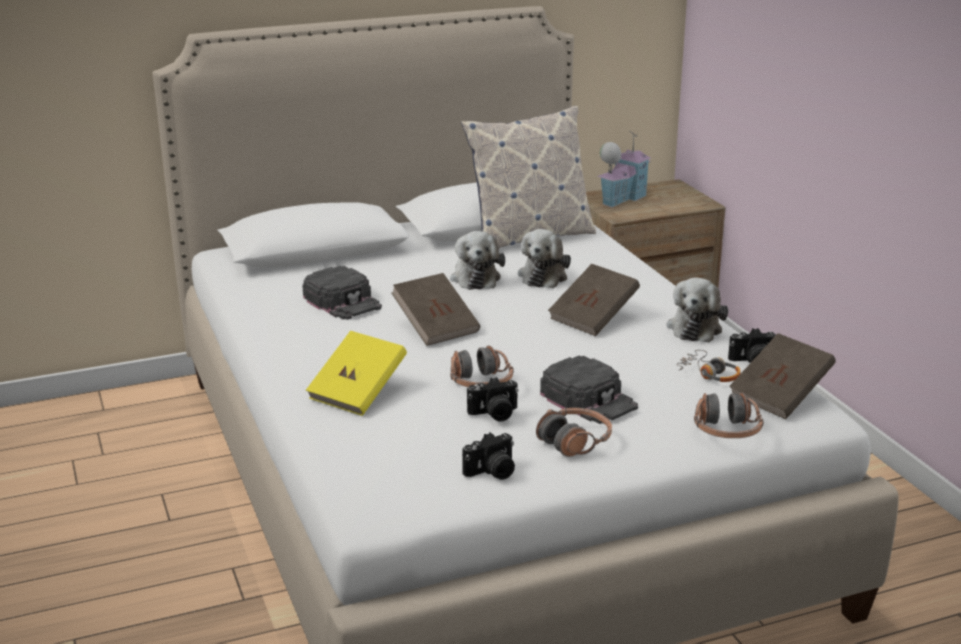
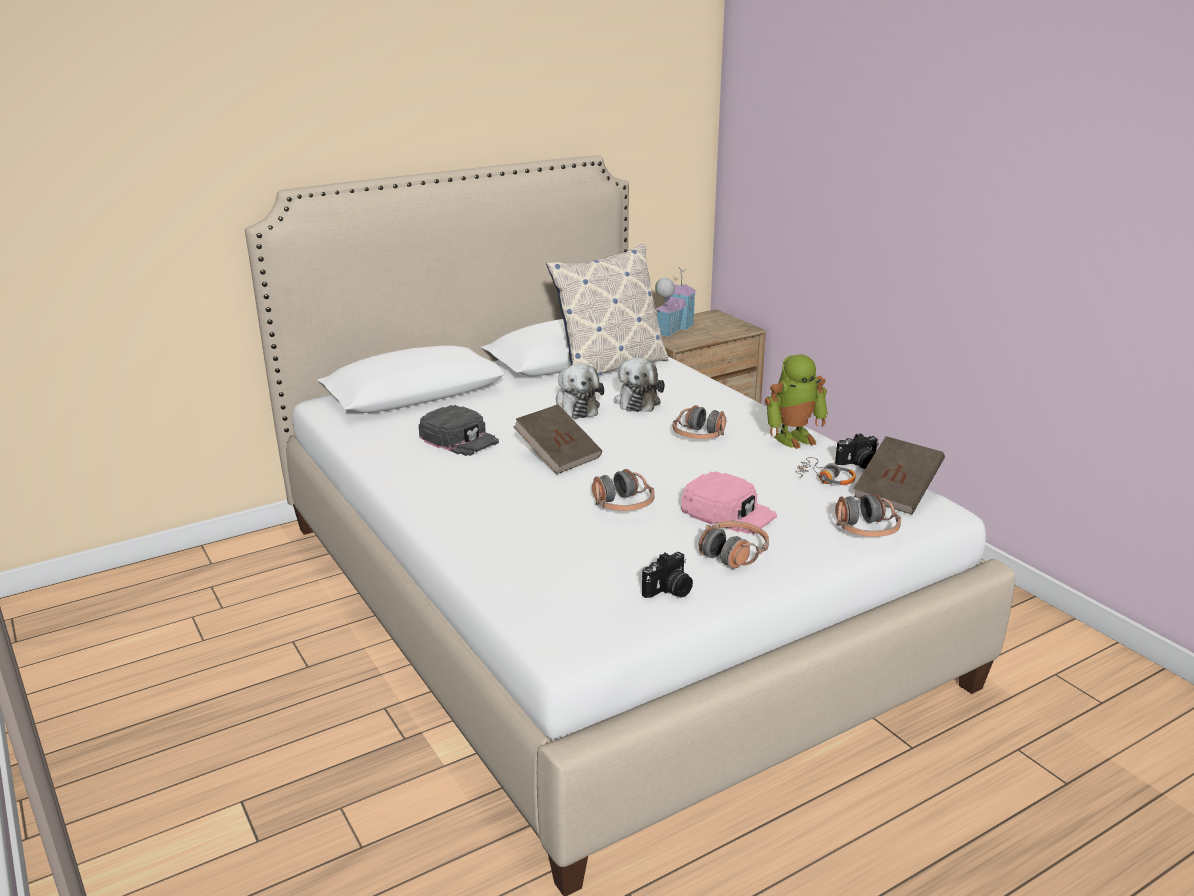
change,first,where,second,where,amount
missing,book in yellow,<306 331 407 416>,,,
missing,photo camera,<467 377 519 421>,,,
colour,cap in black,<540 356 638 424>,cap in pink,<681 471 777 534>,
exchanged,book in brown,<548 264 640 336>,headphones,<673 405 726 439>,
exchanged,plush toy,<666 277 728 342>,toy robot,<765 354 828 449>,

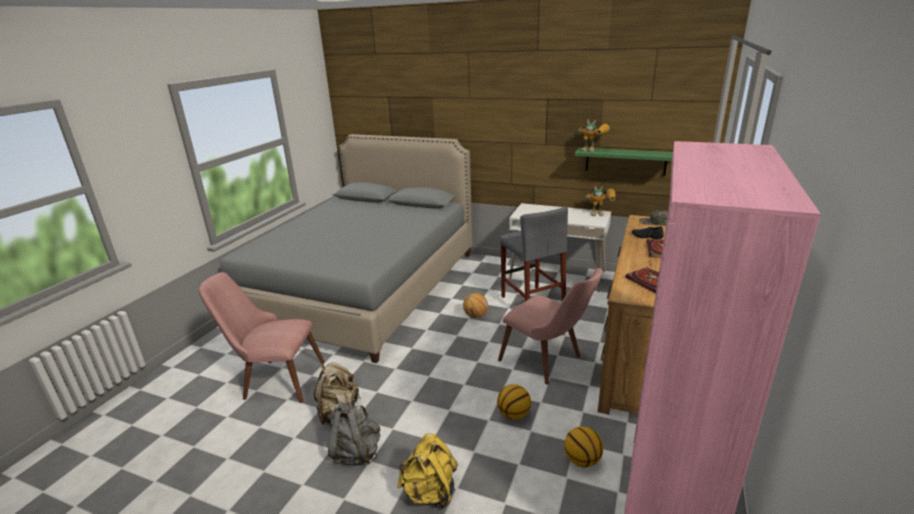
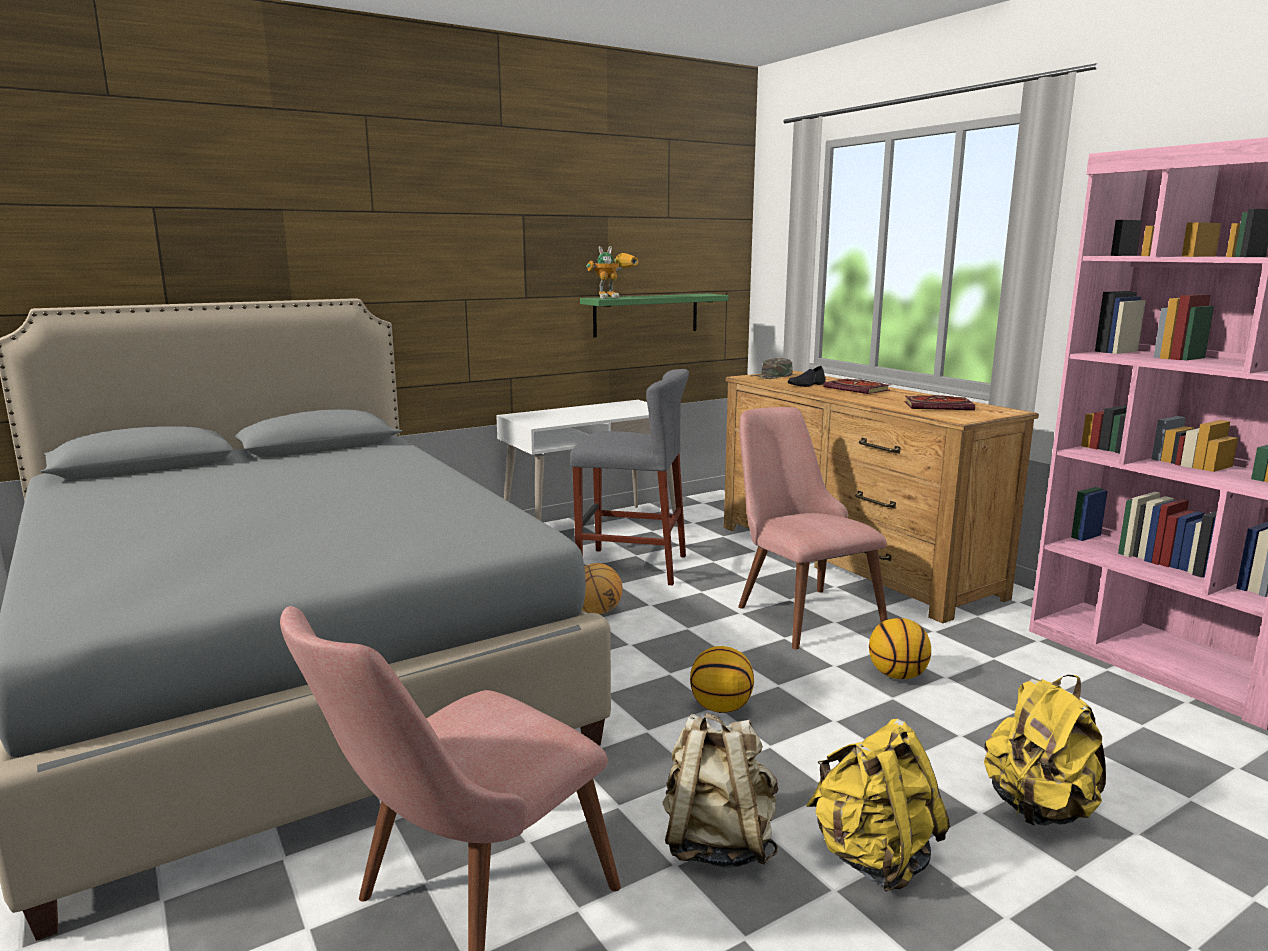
change,first,where,second,where,amount
colour,backpack in grey,<328 402 381 466>,backpack in yellow,<806 719 950 892>,
spun,chair in pink,<498 268 602 385>,,<738 407 888 649>,105 degrees counterclockwise
relocated,basketball,<564 426 603 468>,,<690 646 754 713>,
missing,toy robot,<586 186 616 216>,,,

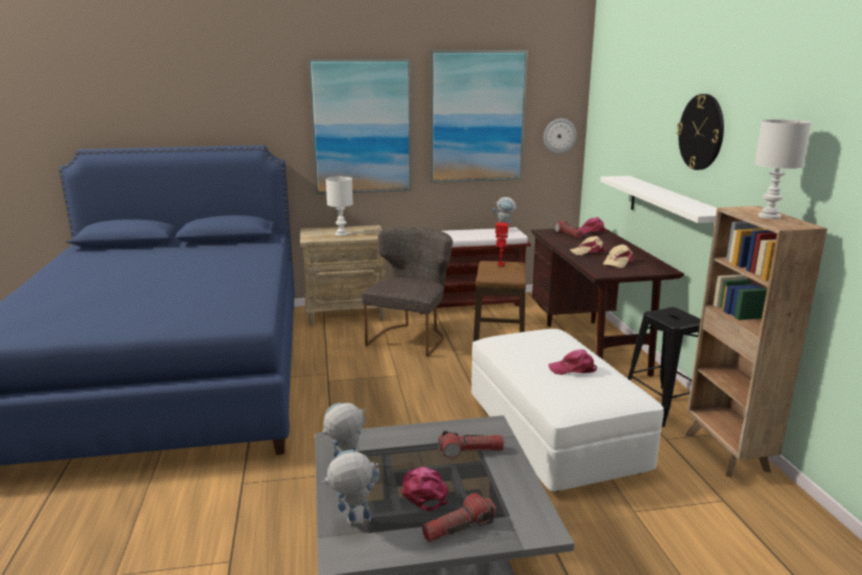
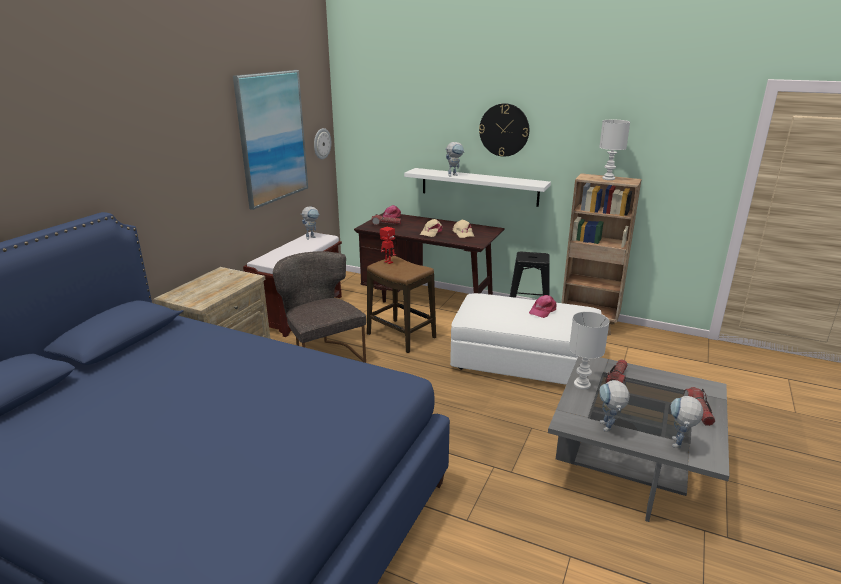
change,first,where,second,where,amount
missing,picture,<308 59 412 194>,,,
relocated,table lamp in white,<326 177 353 236>,,<569 311 610 389>,
missing,cap in pink,<402 467 449 510>,,,
appeared,,,toy robot,<445 142 464 177>,

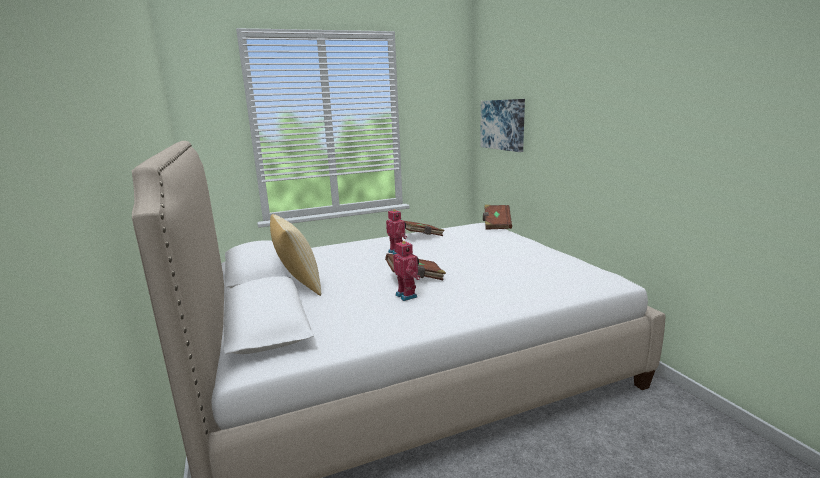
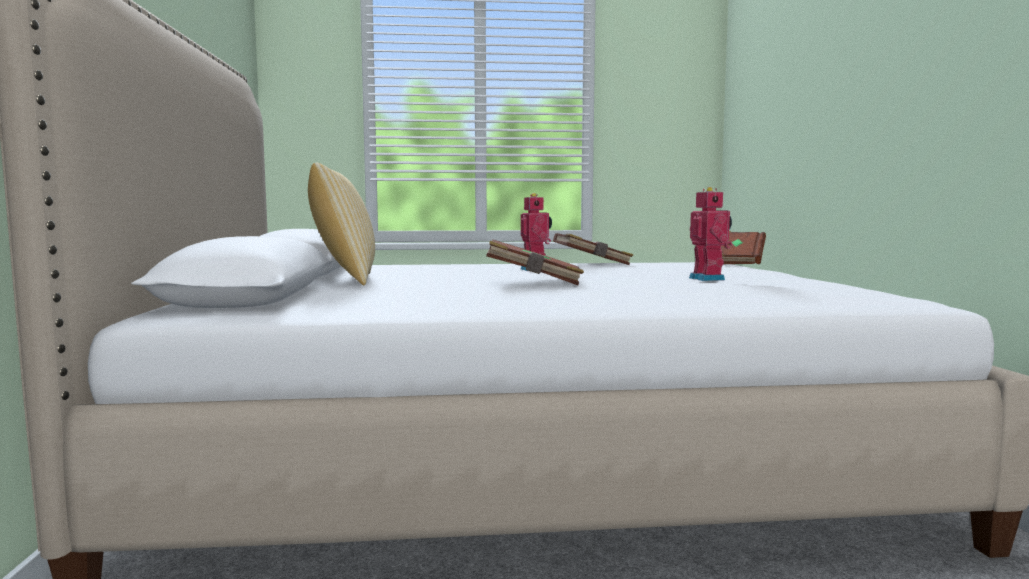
change,first,where,second,where,amount
relocated,toy robot,<393 240 420 301>,,<689 187 733 281>,
missing,picture,<480 99 525 152>,,,

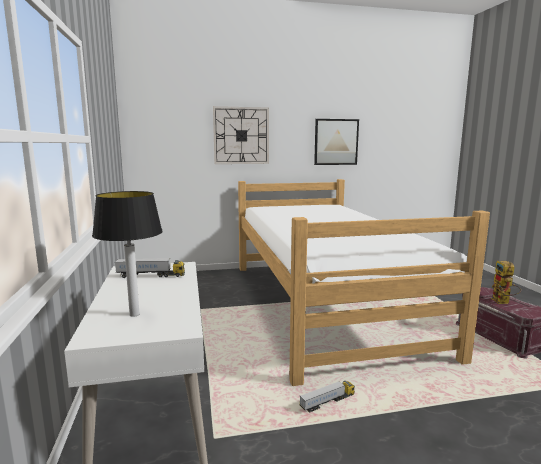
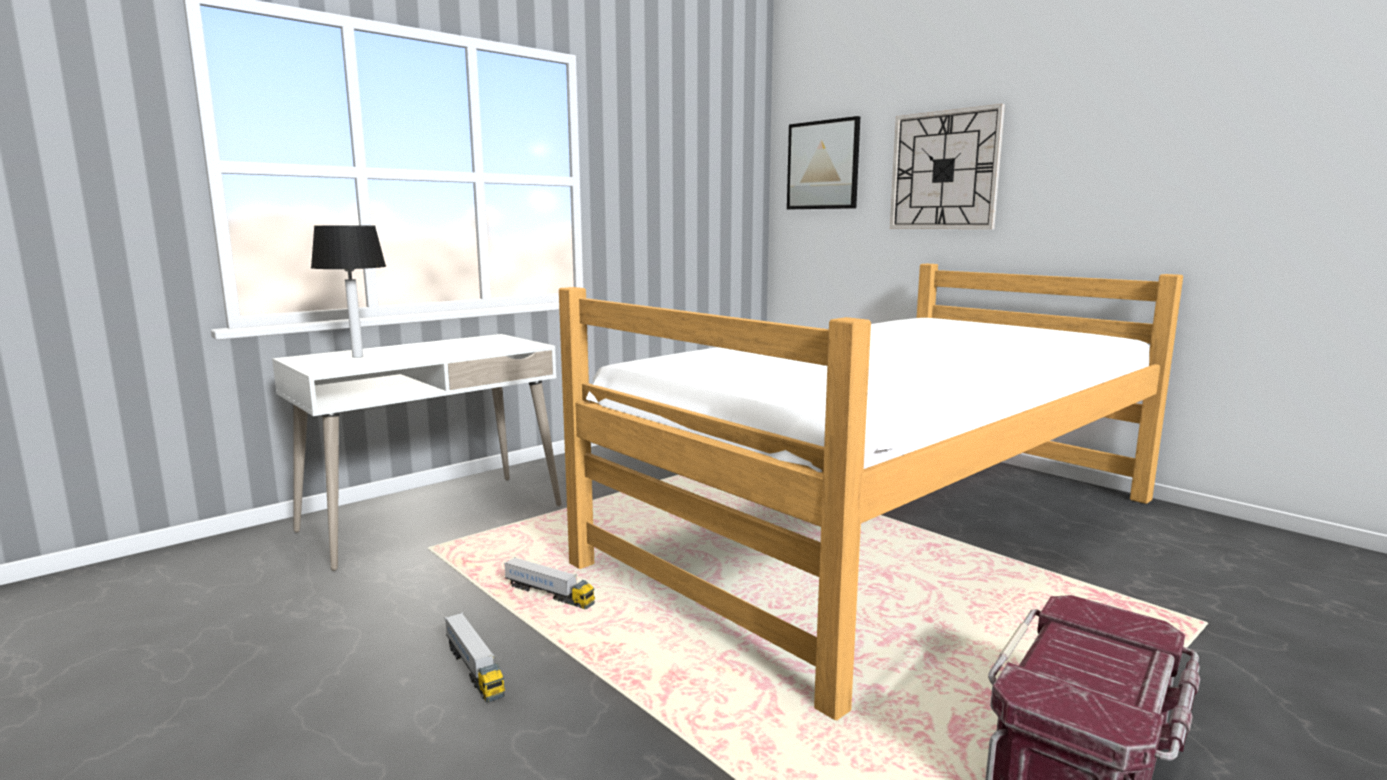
change,first,where,second,where,amount
relocated,toy truck,<115 258 185 278>,,<444 612 505 702>,
relocated,picture,<314 119 359 165>,,<787 116 860 209>,
missing,toy robot,<491 261 521 304>,,,

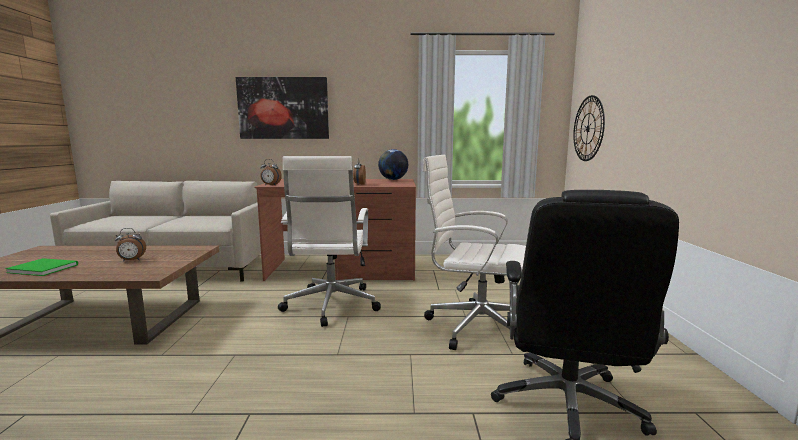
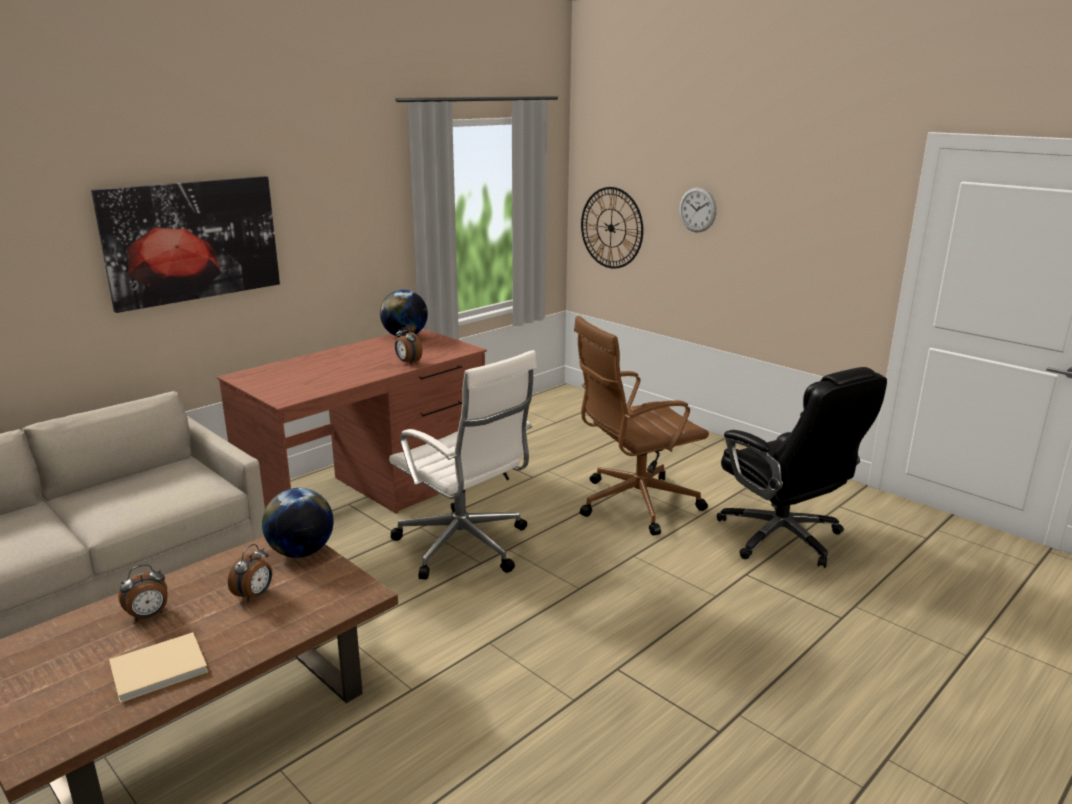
change,first,where,second,where,amount
colour,book in green,<5 258 78 276>,book in beige,<109 632 208 703>,
relocated,alarm clock,<260 159 282 186>,,<118 564 168 621>,
colour,office chair in white,<422 155 527 352>,office chair in brown,<574 316 709 535>,
appeared,,,globe,<262 488 334 558>,
appeared,,,wall clock,<679 187 717 232>,

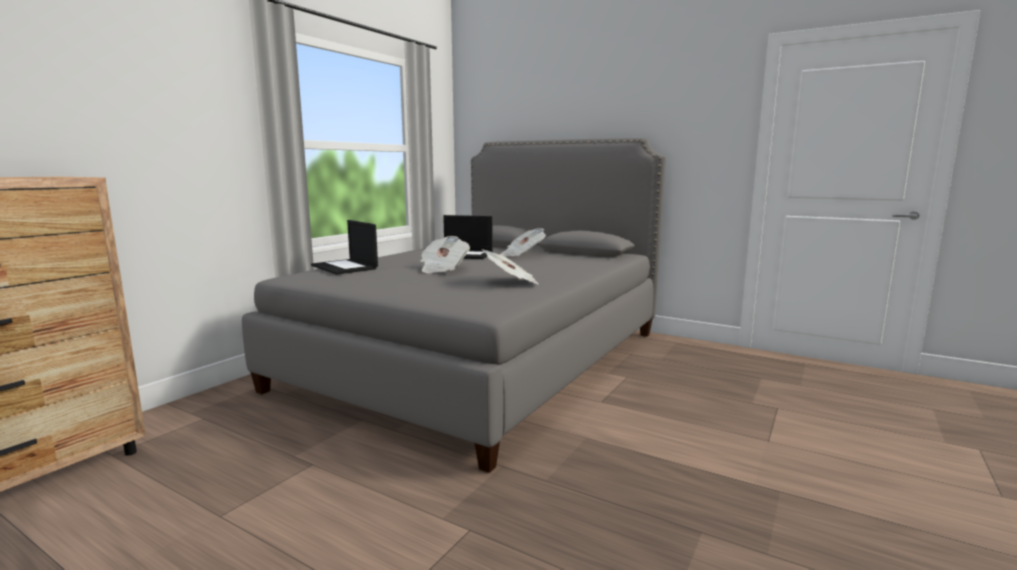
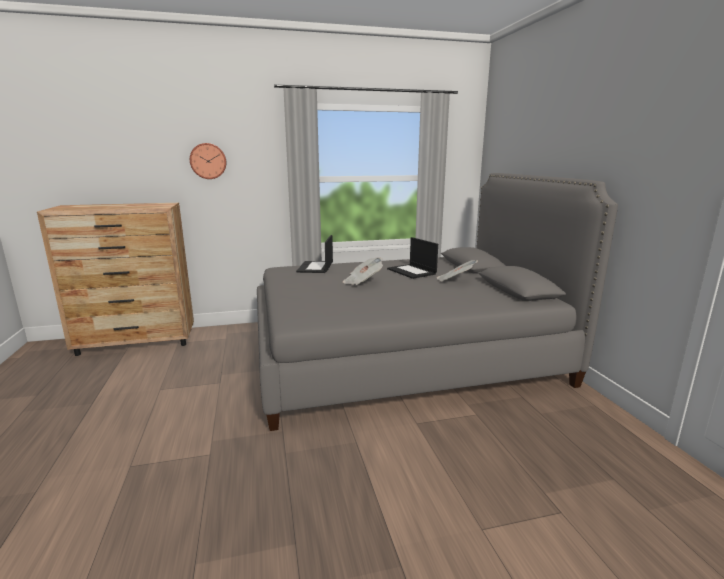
change,first,where,second,where,amount
missing,newspaper,<482 249 540 285>,,,
appeared,,,wall clock,<190 143 226 179>,

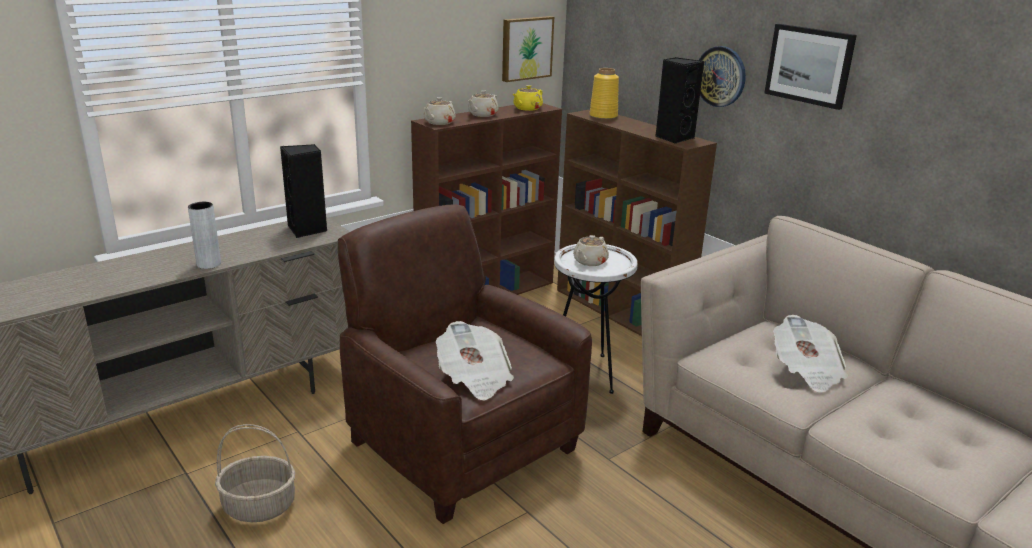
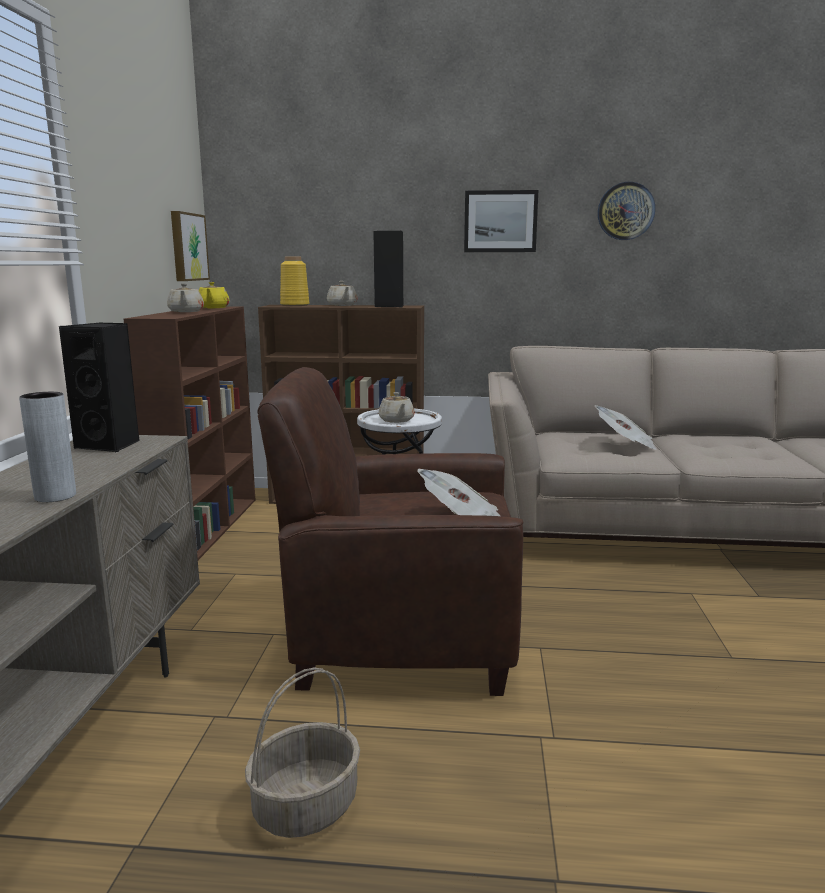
change,first,where,second,where,amount
relocated,teapot in beige,<424 97 456 125>,,<327 281 357 306>,
relocated,wall clock,<699 46 746 107>,,<598 182 655 240>,

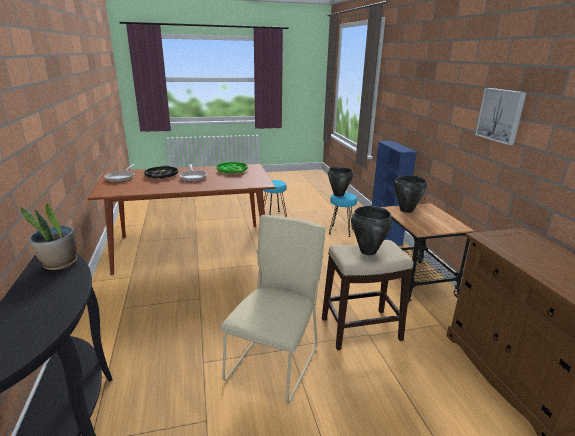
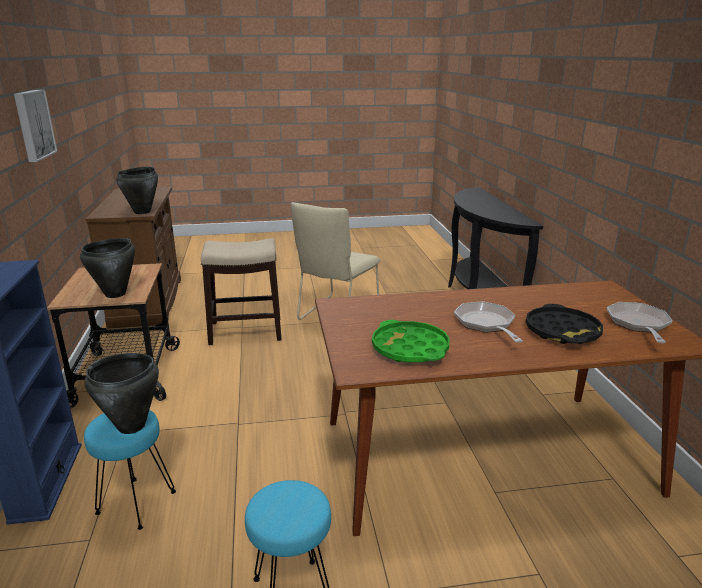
change,first,where,second,where,amount
missing,potted plant,<20 203 78 270>,,,
relocated,cooking pot in black,<351 206 393 255>,,<116 167 158 214>,

